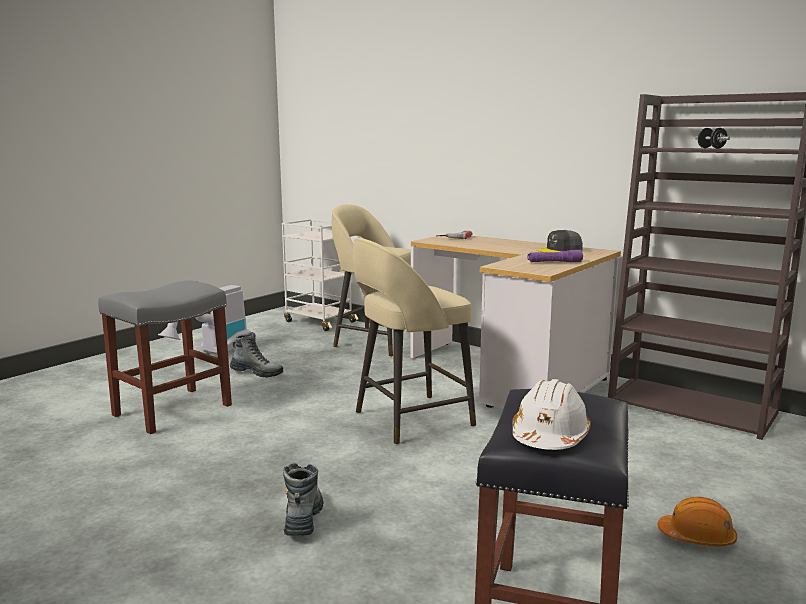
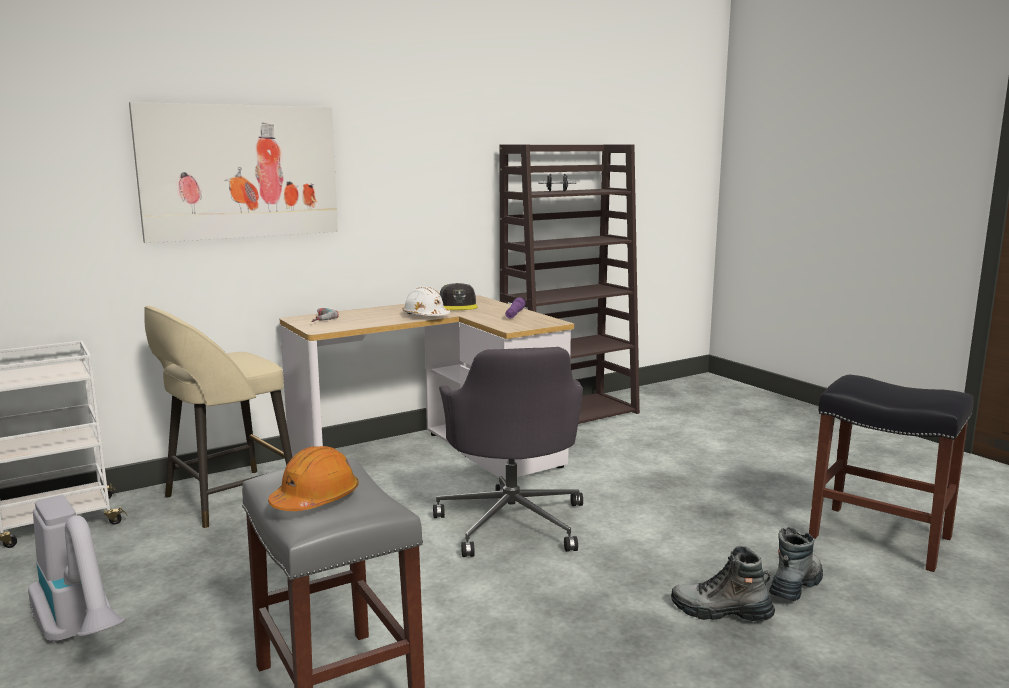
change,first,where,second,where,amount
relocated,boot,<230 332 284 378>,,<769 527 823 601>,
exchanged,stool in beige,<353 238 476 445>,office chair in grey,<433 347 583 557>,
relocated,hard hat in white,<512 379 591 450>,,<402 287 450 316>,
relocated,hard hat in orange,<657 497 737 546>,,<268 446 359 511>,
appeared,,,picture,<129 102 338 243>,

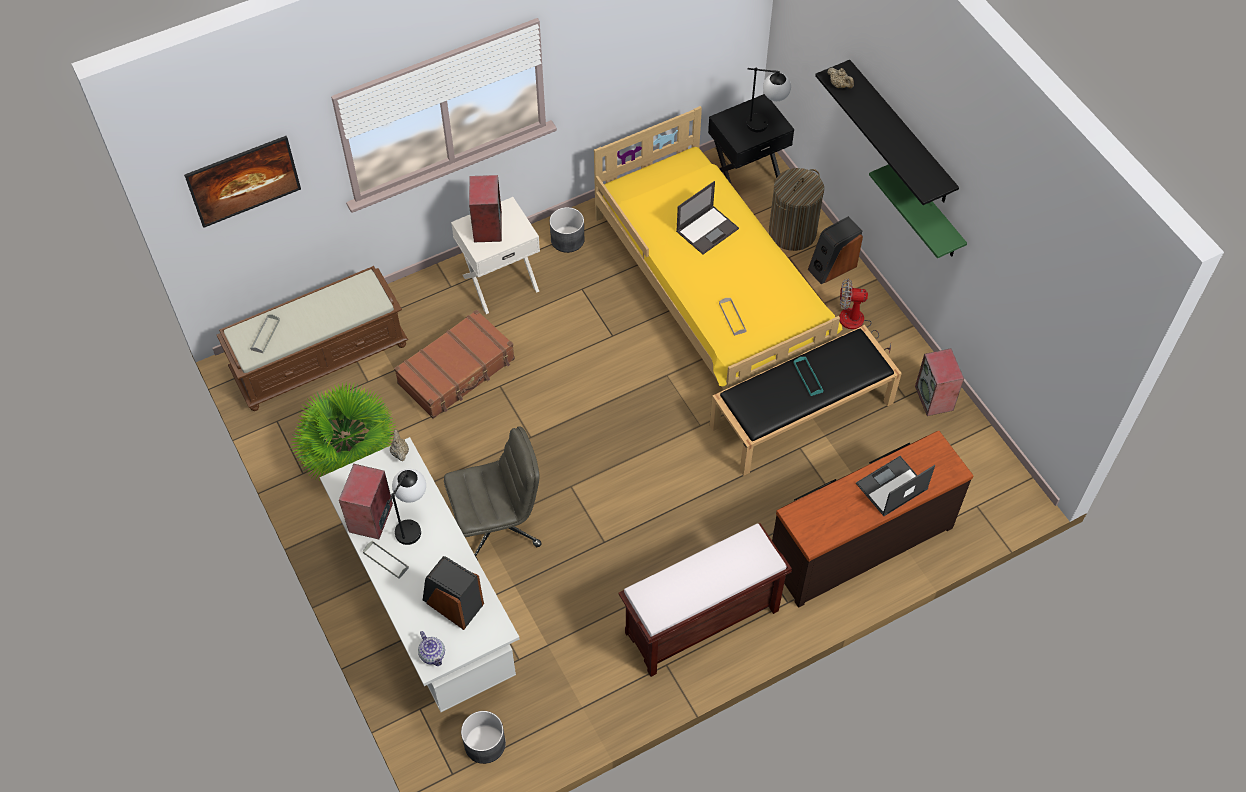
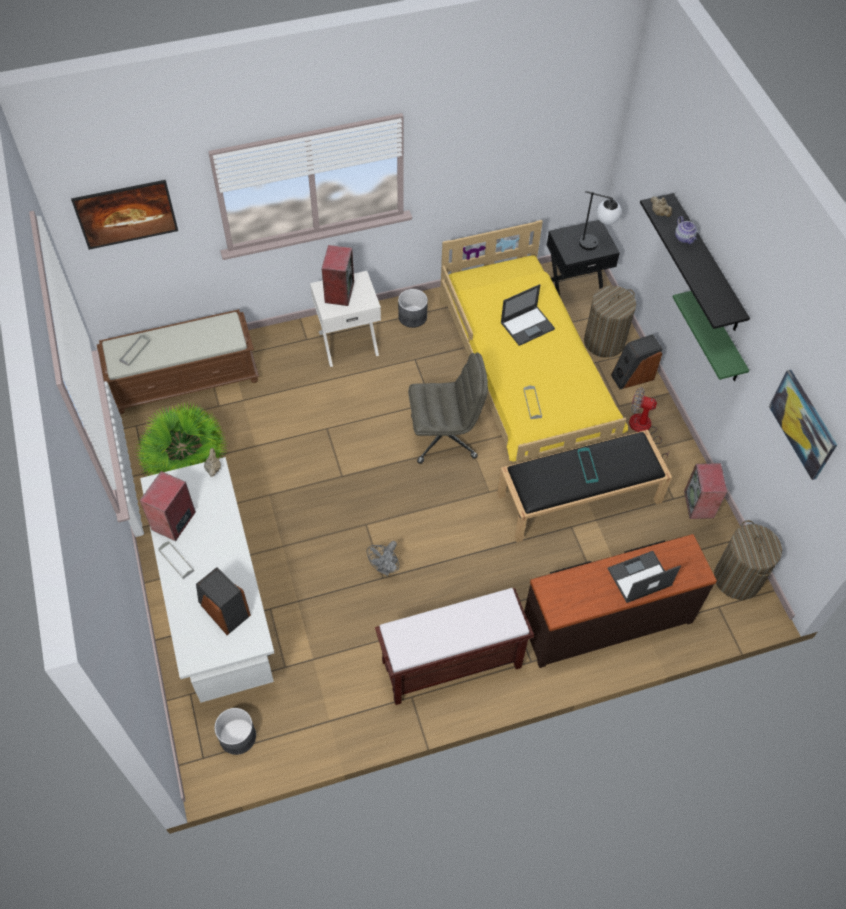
change,first,where,second,where,amount
missing,table lamp,<388 469 426 545>,,,
missing,suitcase in brown,<394 310 515 419>,,,
relocated,teapot,<418 631 445 666>,,<675 216 697 244>,
relocated,office chair in grey,<444 426 542 559>,,<408 352 488 464>,
appeared,,,fan in grey,<367 541 399 576>,
appeared,,,laundry basket,<714 520 782 600>,
appeared,,,picture,<769 370 837 480>,

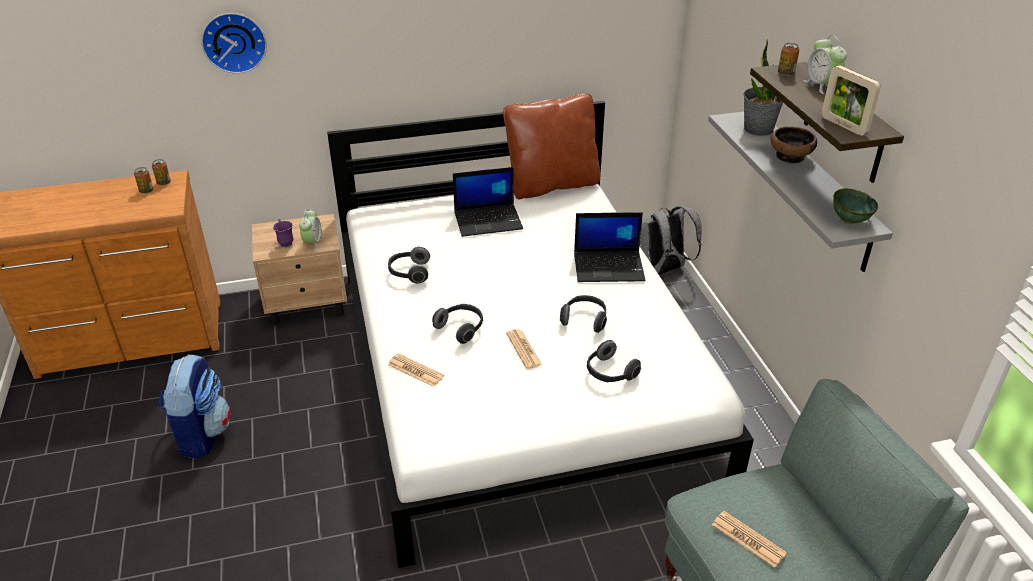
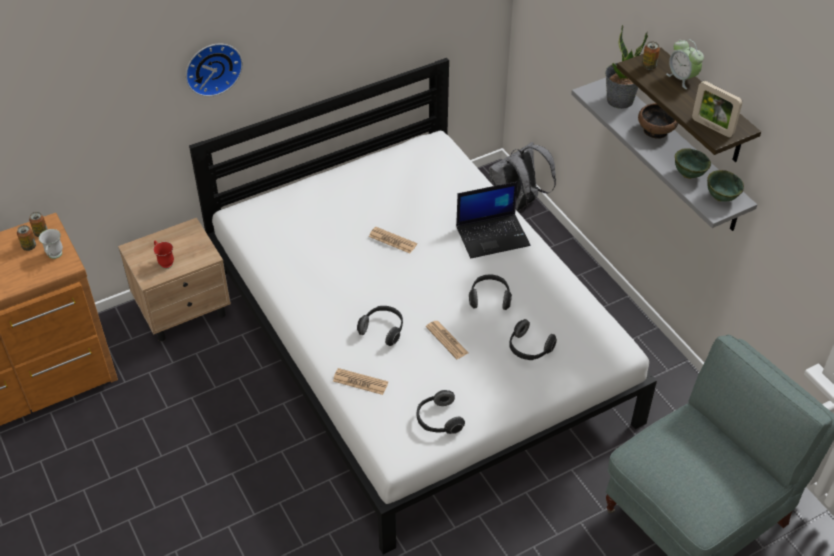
change,first,where,second,where,amount
missing,backpack,<158 354 231 459>,,,
relocated,wall clock,<201 13 267 74>,,<186 44 243 97>,
colour,mug in purple,<273 219 294 248>,mug in red,<153 240 174 269>,
missing,alarm clock,<299 209 323 251>,,,
relocated,headphones,<388 247 430 283>,,<417 390 465 434>,
missing,laptop,<453 167 523 237>,,,
missing,pillow in brown,<503 93 600 199>,,,
relocated,newspaper,<712 511 787 568>,,<369 227 417 253>,
appeared,,,mug in white,<39 229 63 259>,
appeared,,,bowl in green,<675 148 711 179>,

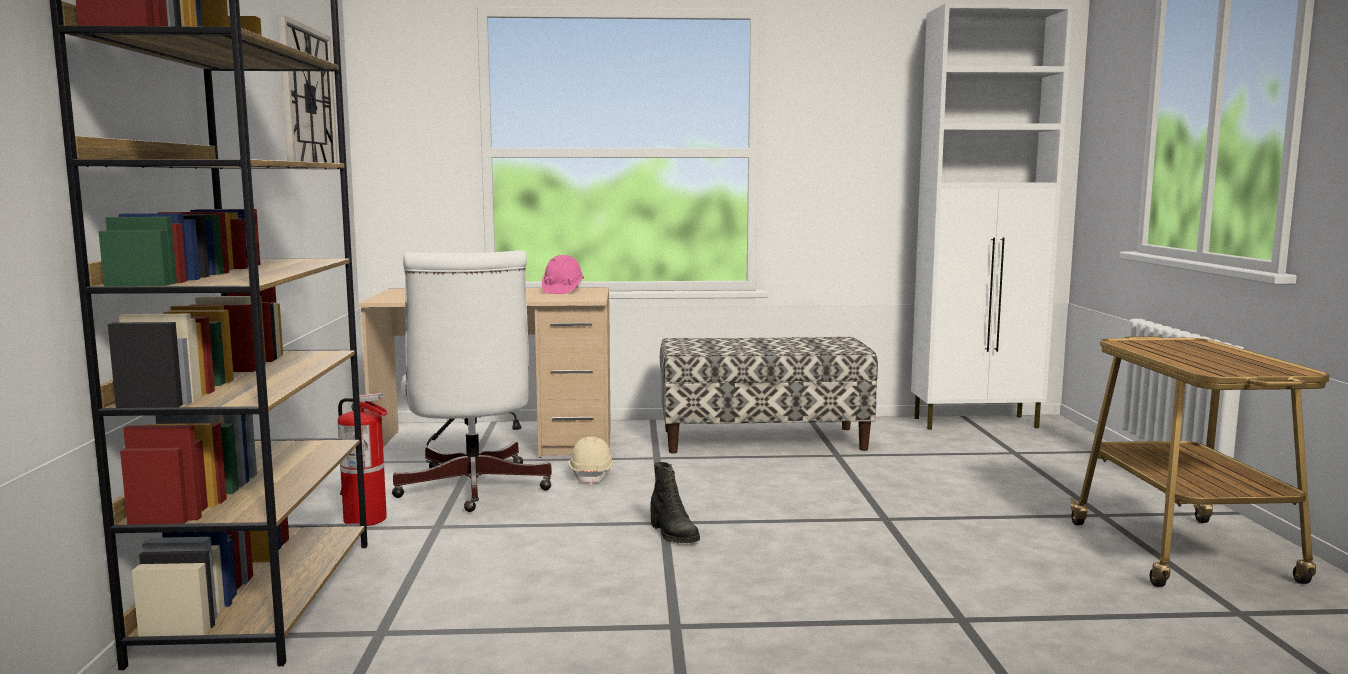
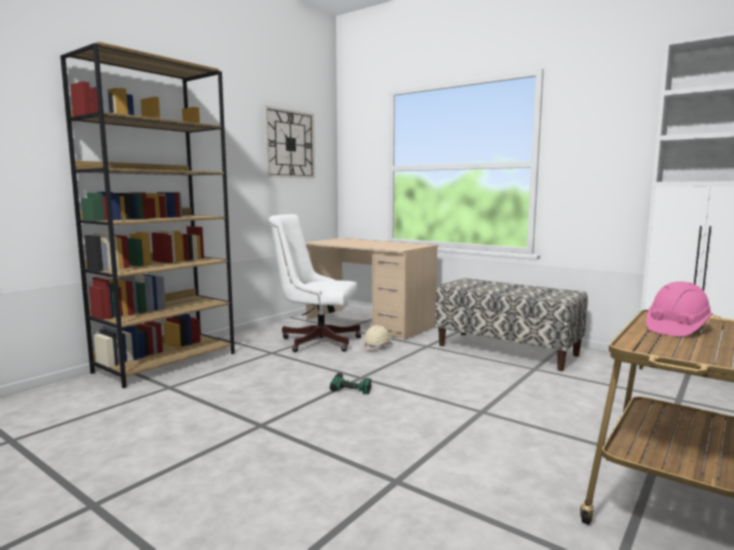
change,first,where,second,where,amount
missing,fire extinguisher,<338 393 388 526>,,,
spun,office chair in white,<392 250 552 512>,,<269 214 361 352>,75 degrees clockwise
relocated,hard hat in pink,<542 255 584 294>,,<646 281 713 336>,
exchanged,boot in black,<650 462 700 543>,power drill,<330 372 371 394>,

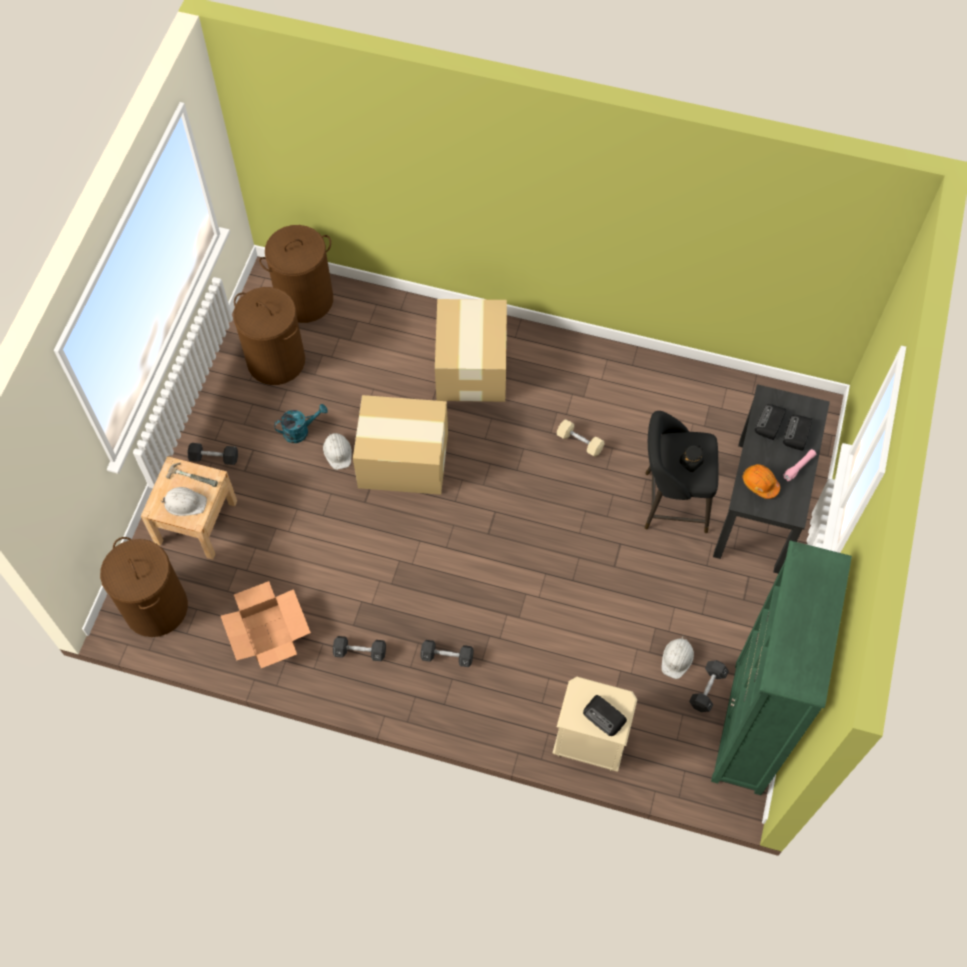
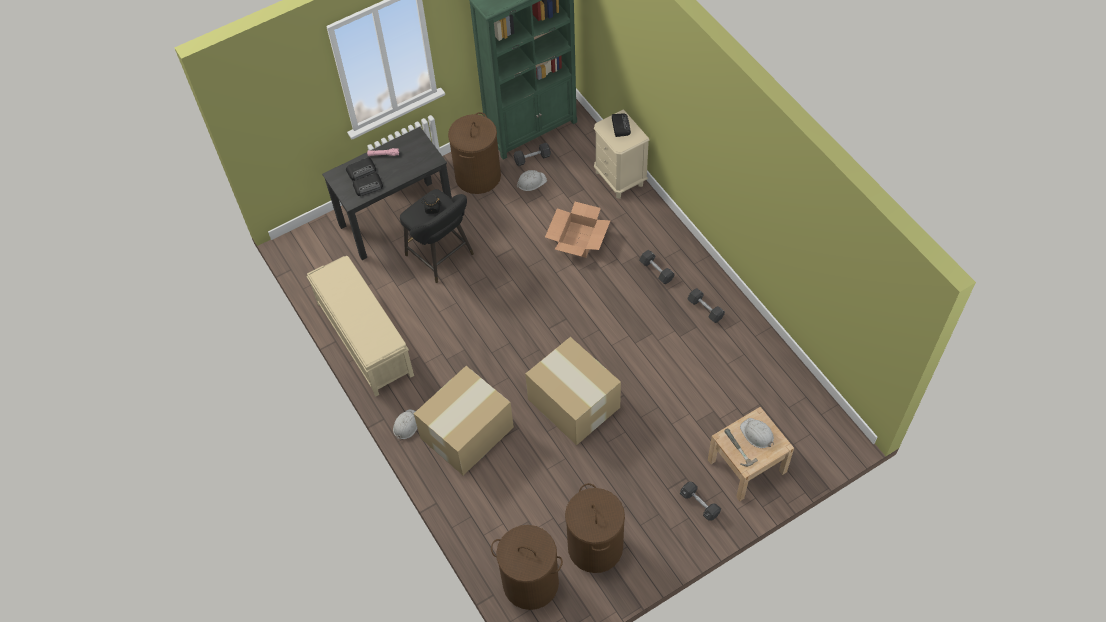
change,first,where,second,where,amount
relocated,laundry basket in brown,<100 537 188 637>,,<448 112 501 194>,
relocated,cardboard box,<221 581 311 668>,,<545 202 610 258>,
missing,watering can in turquoise,<274 404 328 443>,,,
relocated,hard hat in white,<323 432 352 470>,,<393 409 417 440>,
missing,dumbbell in beige,<557 419 604 457>,,,
missing,hard hat in orange,<742 464 780 499>,,,
appeared,,,bench in beige,<306 256 414 397>,

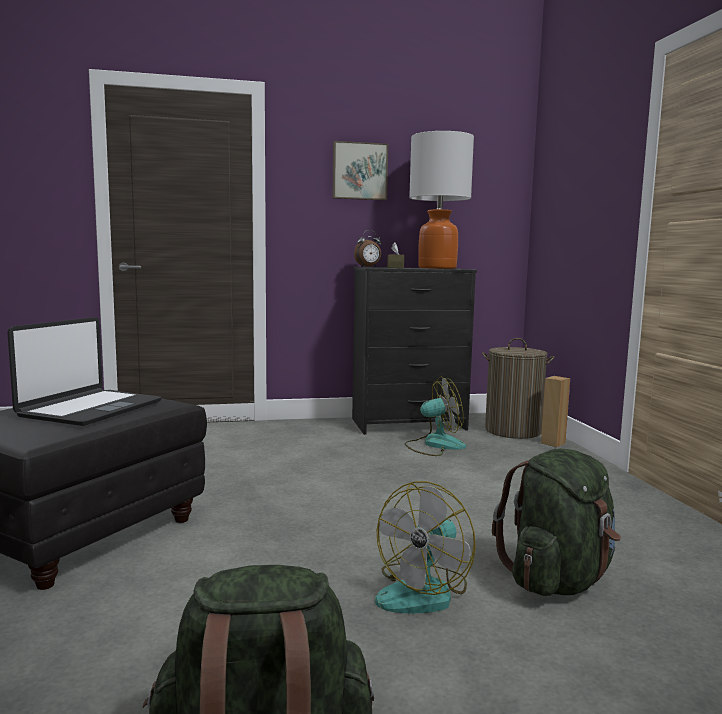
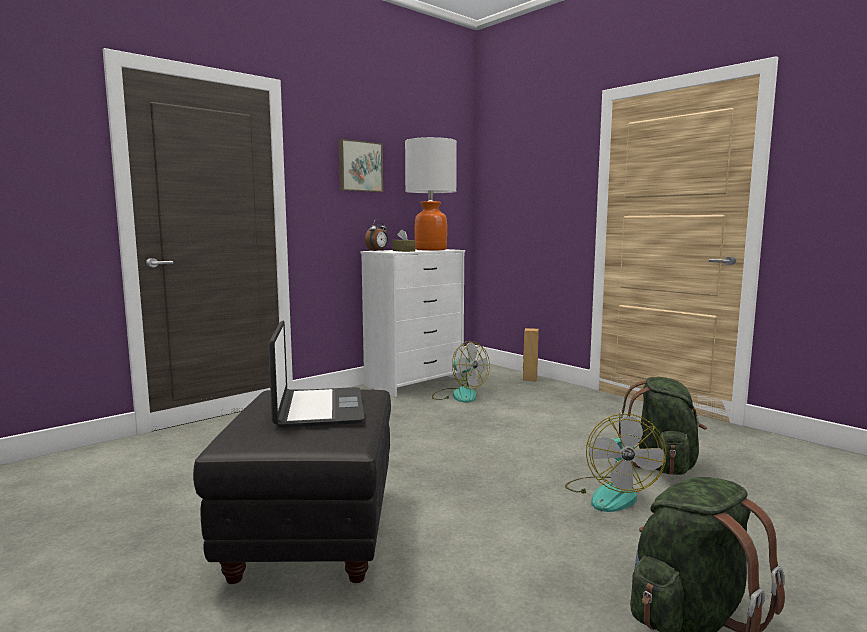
change,first,where,second,where,amount
colour,dresser in black,<352 267 477 435>,dresser in white,<360 249 465 397>,
spun,fan,<405 376 466 456>,,<432 341 490 403>,90 degrees clockwise
missing,laundry basket,<482 338 554 439>,,,

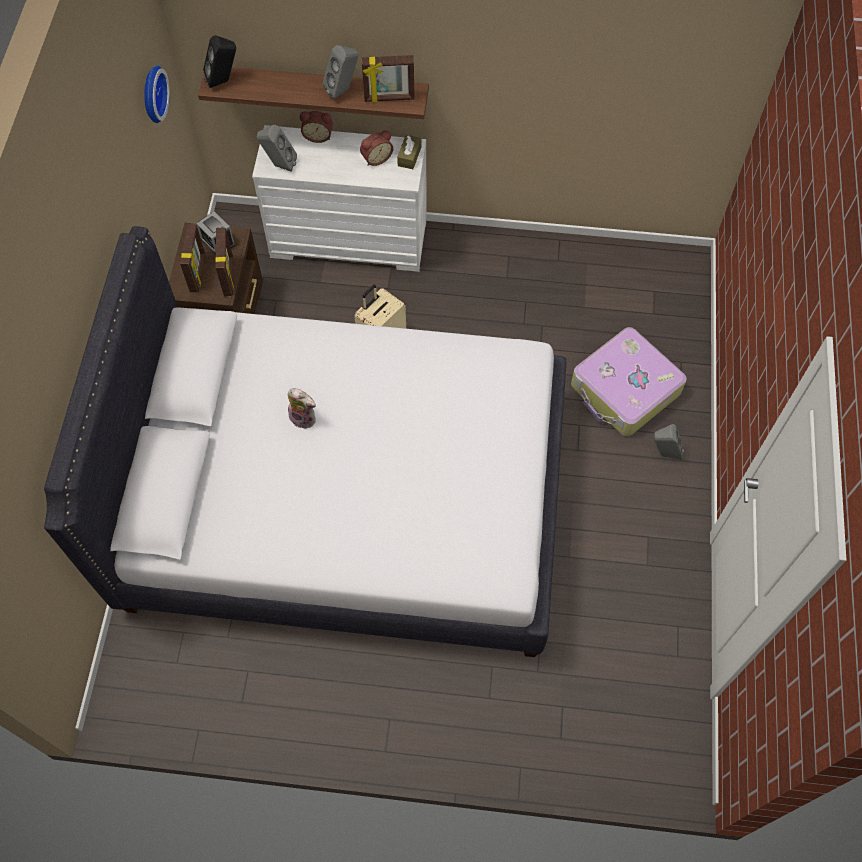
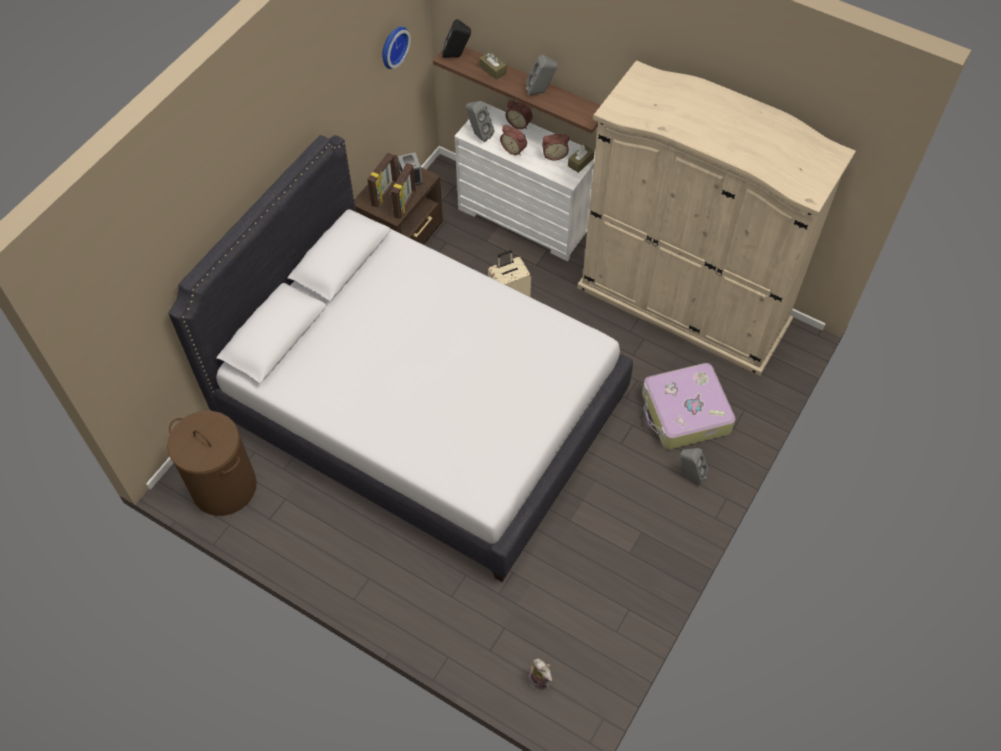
change,first,where,second,where,amount
relocated,plush toy,<287 388 316 430>,,<529 659 552 691>,
missing,picture frame,<362 55 414 102>,,,
appeared,,,laundry basket in brown,<167 411 257 516>,
appeared,,,tissue box in brown,<479 52 507 80>,
appeared,,,alarm clock,<500 125 527 156>,
appeared,,,wardrobe in beige,<577 60 856 376>,

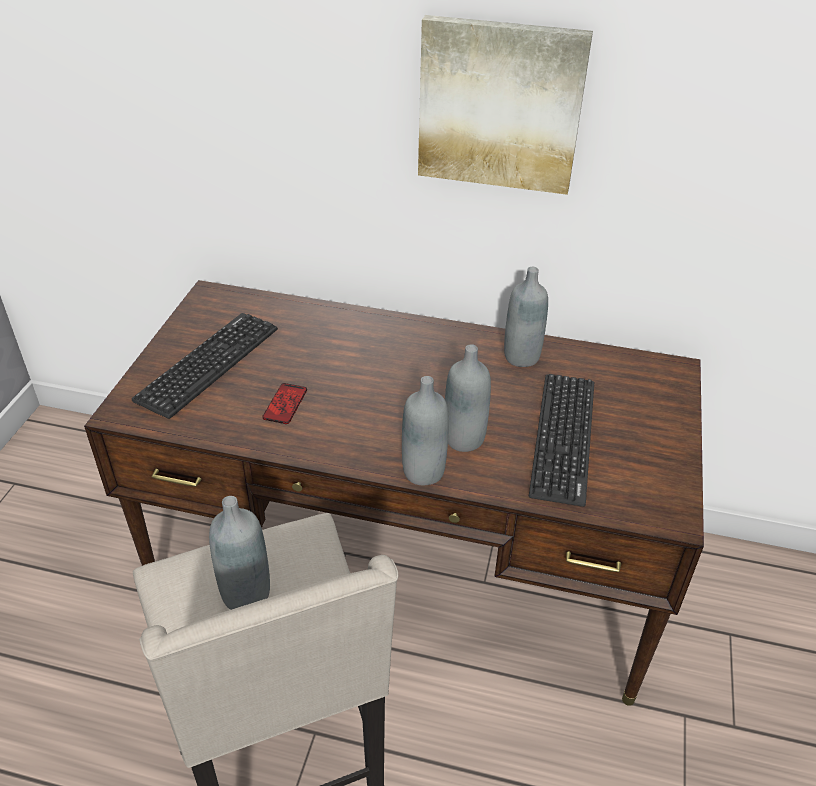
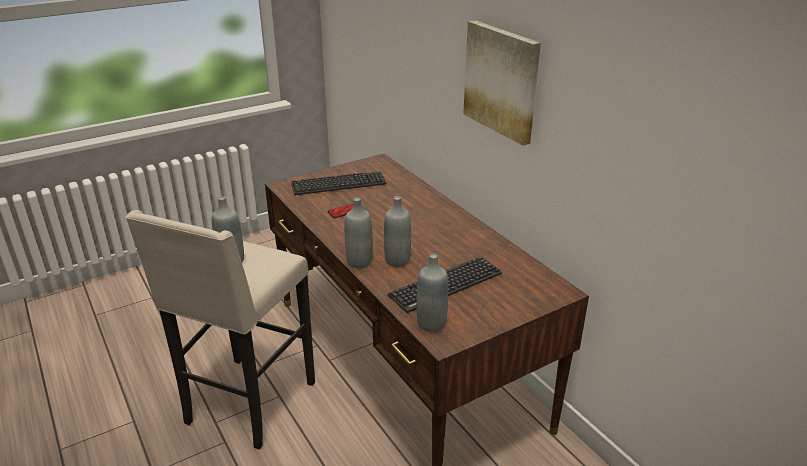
change,first,where,second,where,amount
relocated,bottle in grey,<504 267 548 367>,,<416 253 448 332>,

